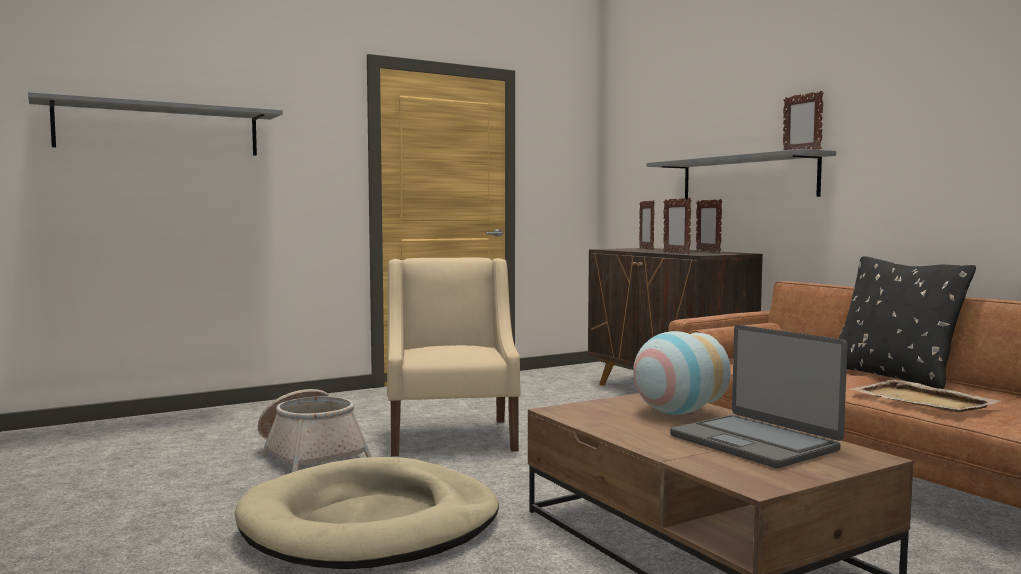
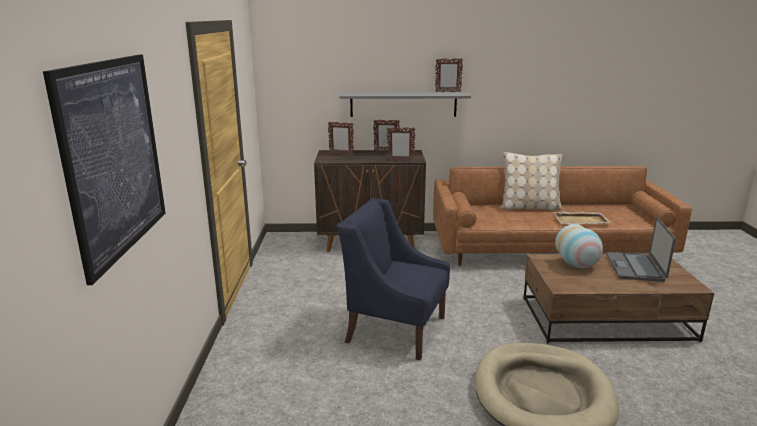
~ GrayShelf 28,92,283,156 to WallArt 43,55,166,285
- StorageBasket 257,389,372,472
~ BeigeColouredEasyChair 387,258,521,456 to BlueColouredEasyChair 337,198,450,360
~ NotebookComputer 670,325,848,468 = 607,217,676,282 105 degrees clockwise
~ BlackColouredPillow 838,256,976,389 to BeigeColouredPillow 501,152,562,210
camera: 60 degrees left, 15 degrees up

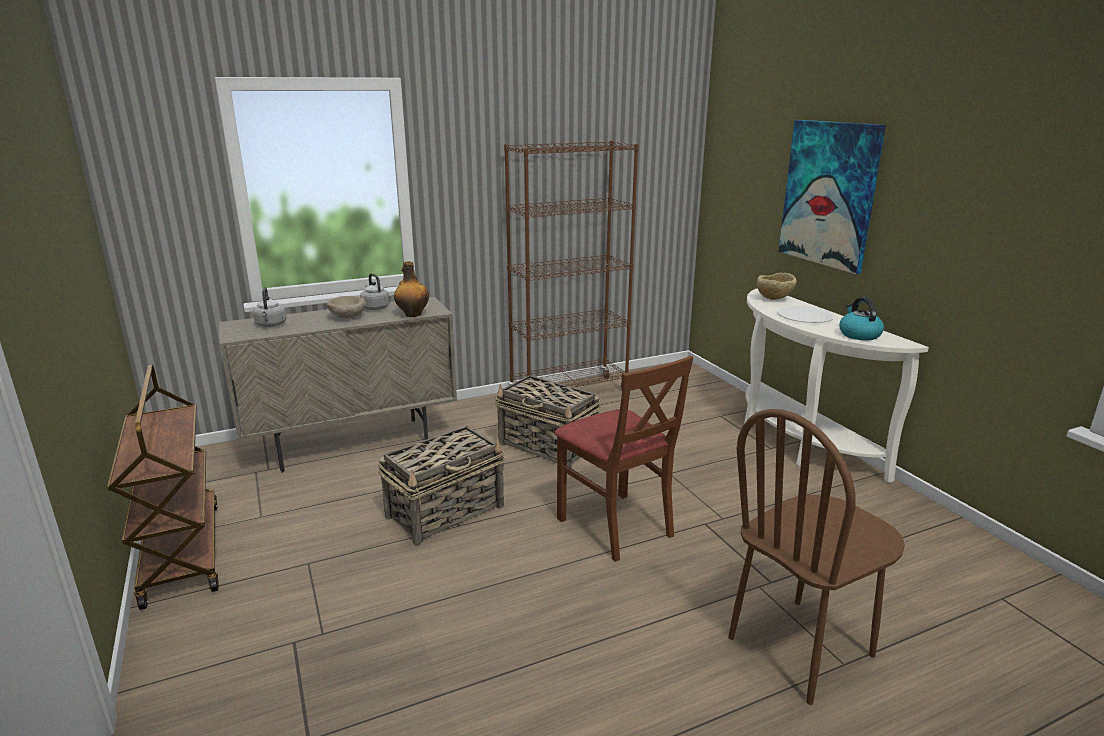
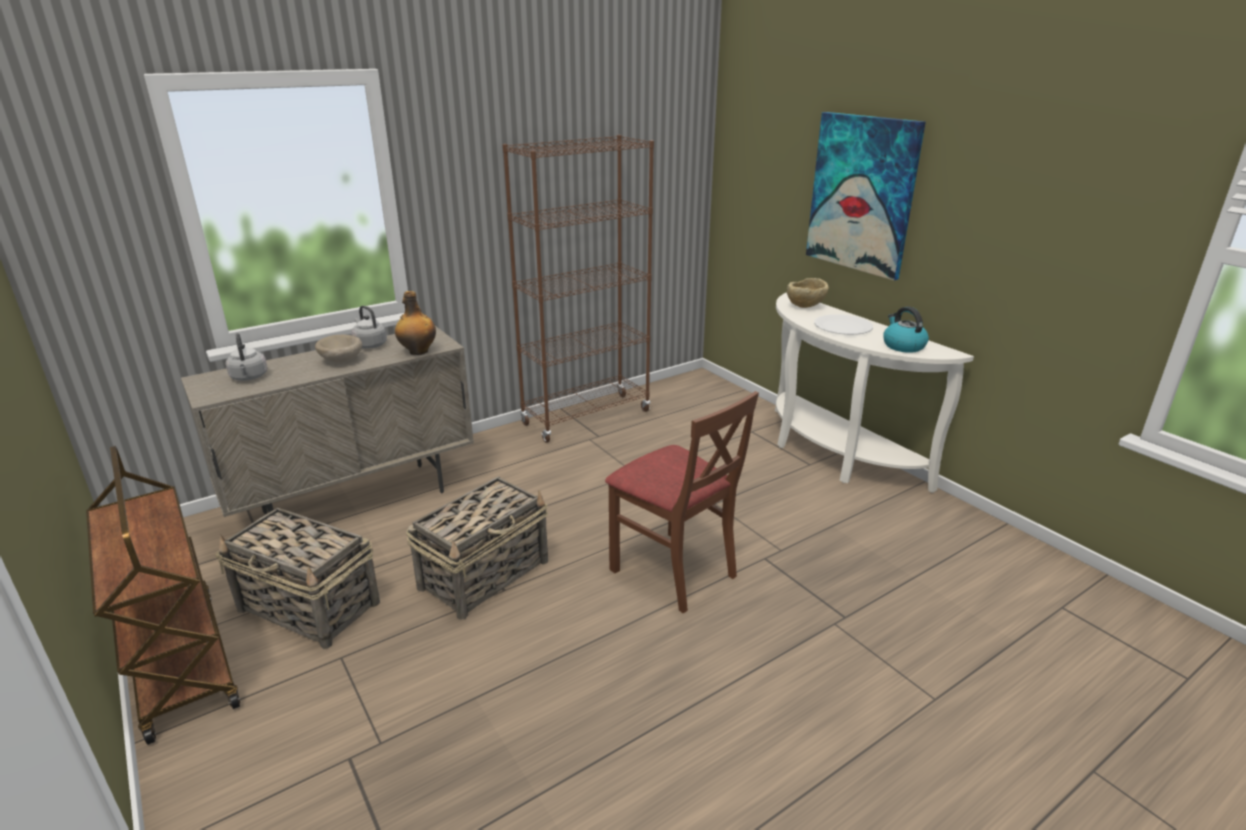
~ StorageBasket 494,375,601,468 to 215,508,380,649
- BrownUprightChair 728,409,905,705
camera: 10 degrees left, 5 degrees up

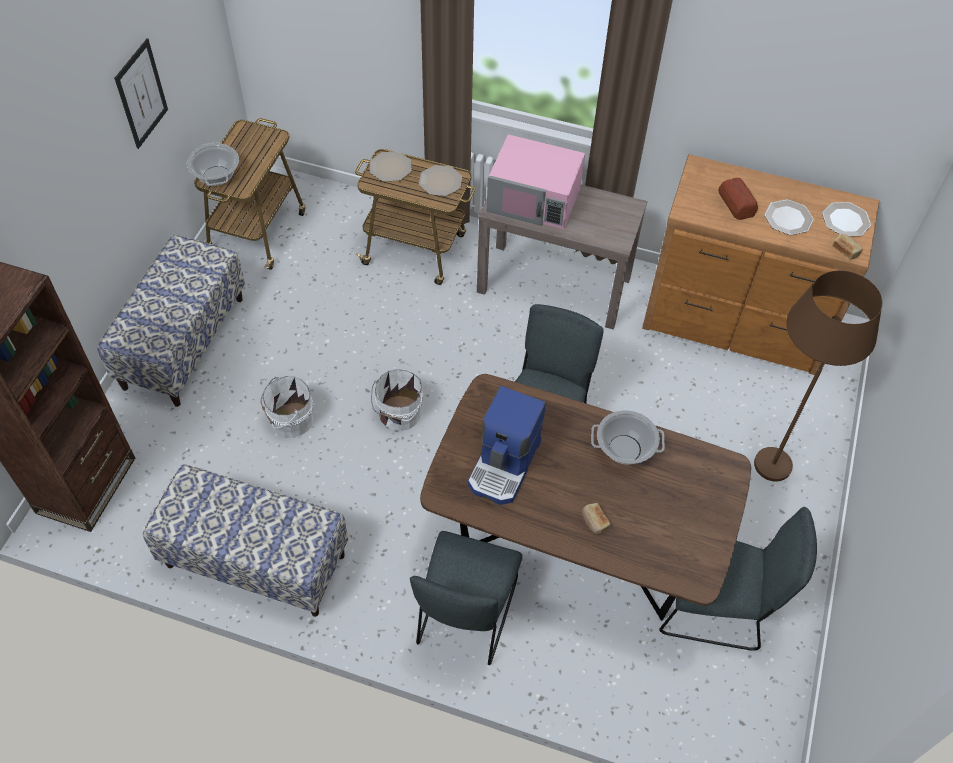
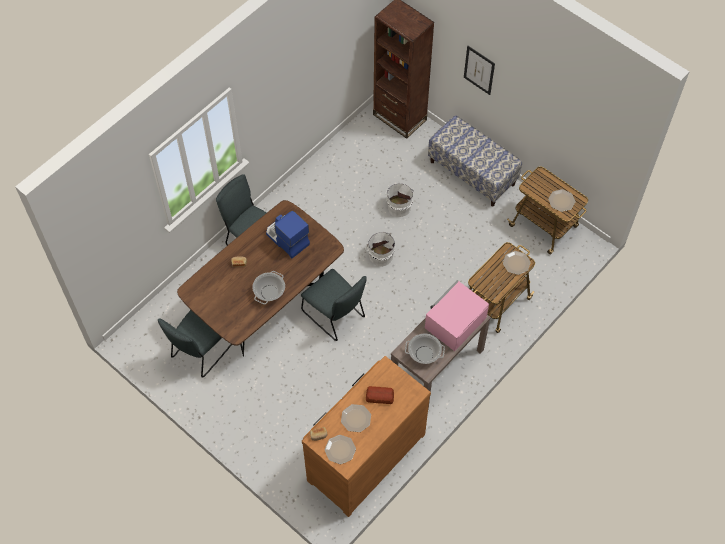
~ WallArt 114,38,168,149 to 464,46,495,95
- Bench 143,464,348,617
~ Stockpot 187,142,239,186 to 405,333,445,364
~ FlatDish 419,165,462,196 to 548,189,575,212
- BrownStandingLamp 754,270,883,482
camera: 115 degrees right, 5 degrees up

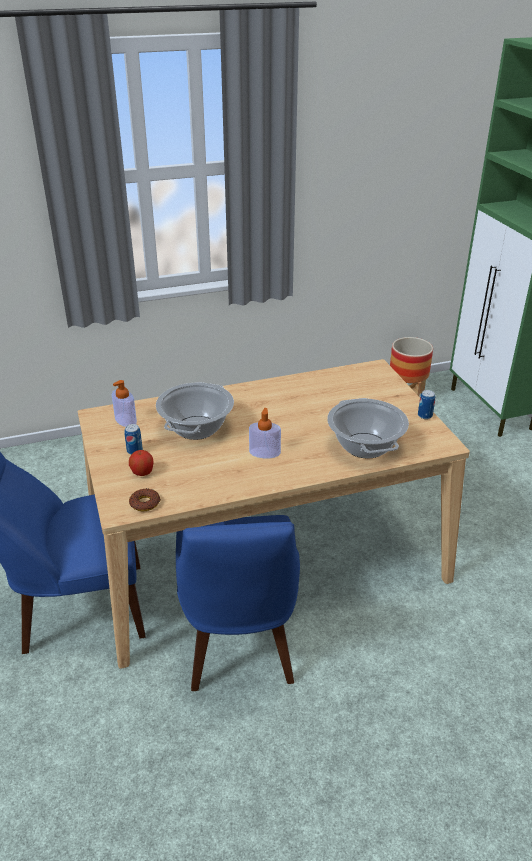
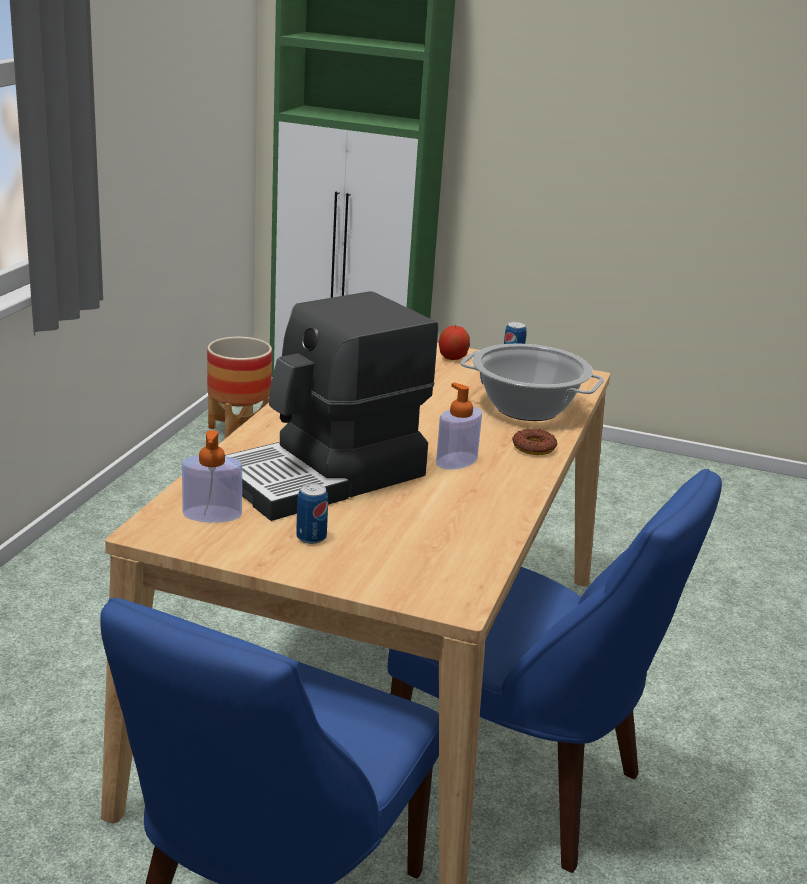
~ WholeApple 129,450,154,476 to 439,325,470,360
~ Donut 129,489,161,511 to 512,429,557,455
~ Stockpot 156,382,234,440 to CoffeeMachine 225,291,438,521
camera: 55 degrees left, 10 degrees down

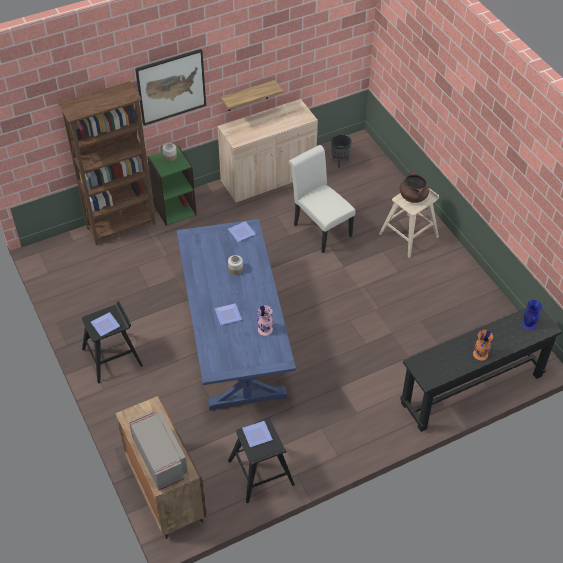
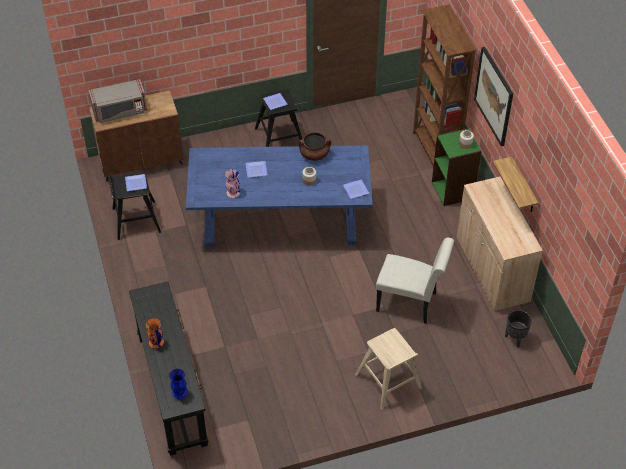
~ WhitishUprightChair 289,145,356,253 = 376,238,454,324 45 degrees clockwise
~ BrownStockpot 400,171,429,203 to 299,132,331,161
camera: 100 degrees right, 0 degrees up

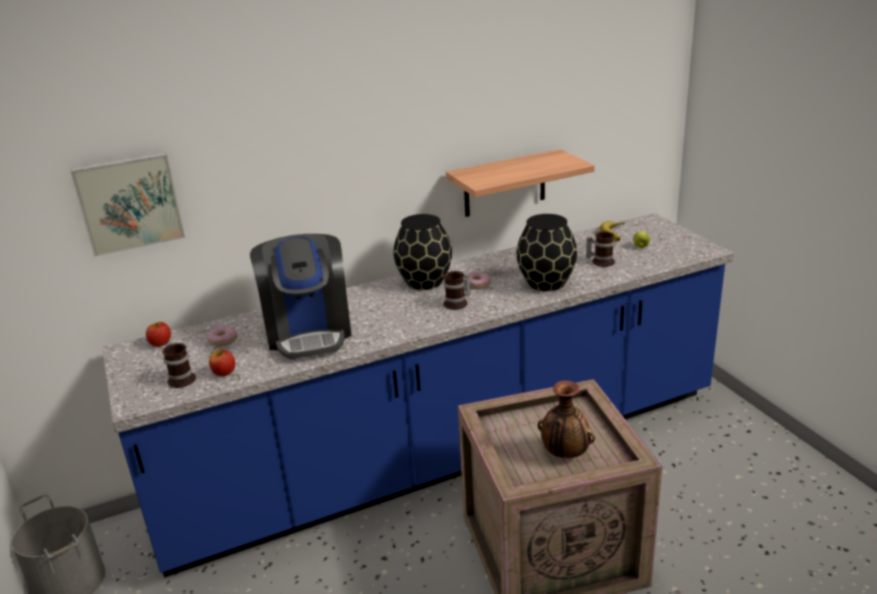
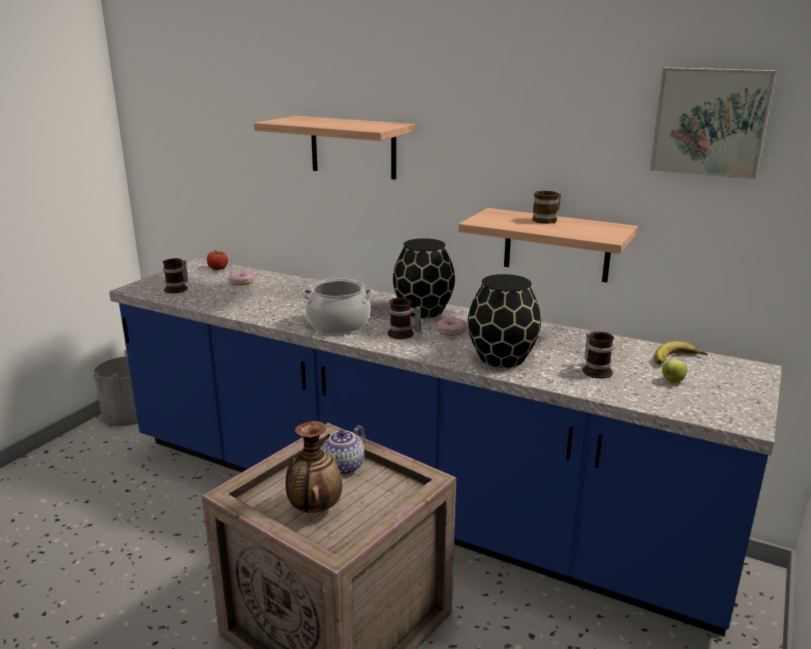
~ WallArt 70,152,185,256 to 650,67,777,179
- WholeApple 209,350,235,376
- CoffeeMachine 250,234,352,359
+ Shelf 254,116,415,180
+ Stockpot 301,278,374,334
+ TeaPot 322,425,365,475
+ CoffeeMug 532,191,561,224
camera: 50 degrees right, 5 degrees down

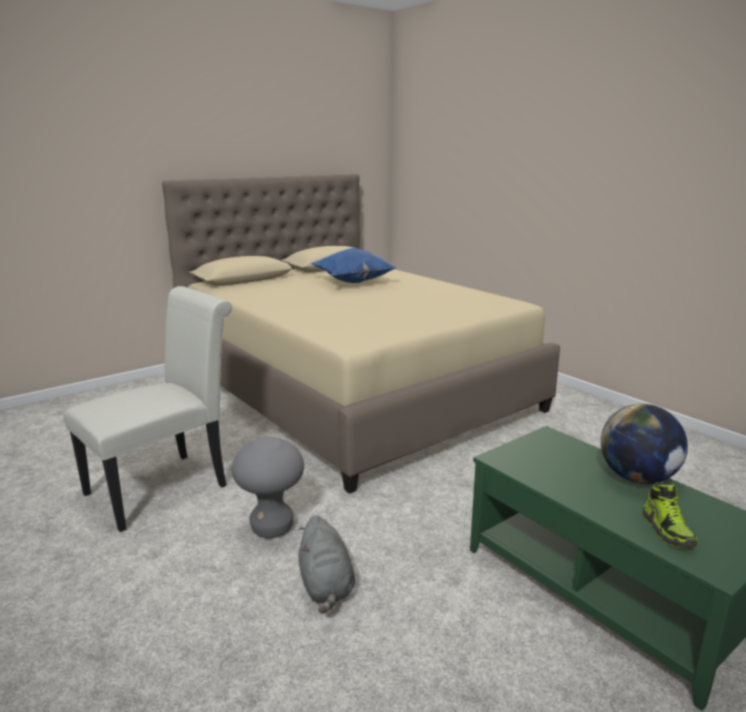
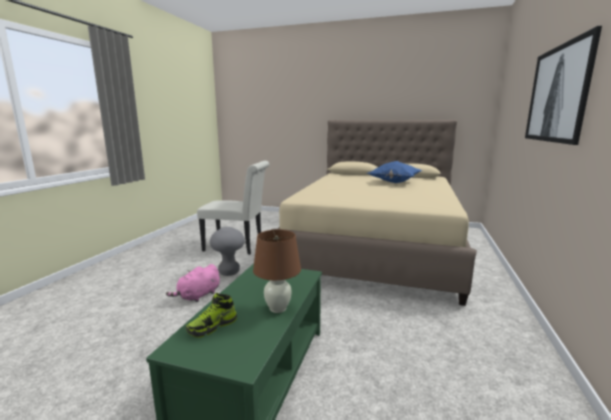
~ GraySoftToy 298,515,355,614 to PinkColouredSoftToy 166,264,220,302
~ DeskGlobe 601,404,688,484 to BrownTableLamp 253,230,301,313
+ WallArt 525,26,602,145
camera: 55 degrees right, 5 degrees down

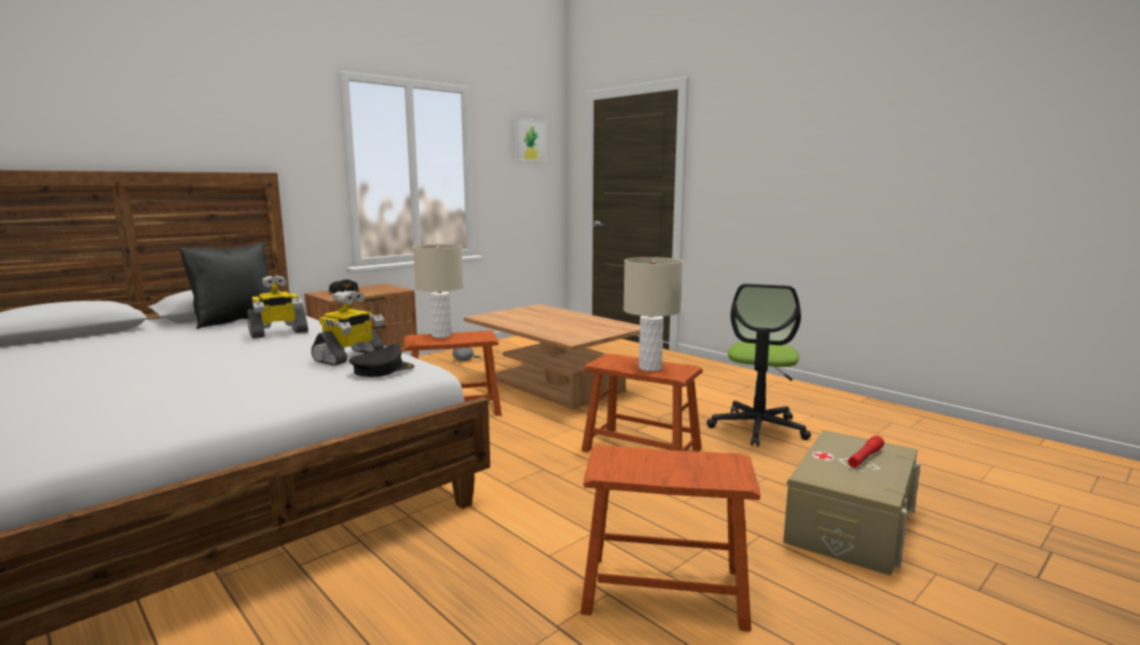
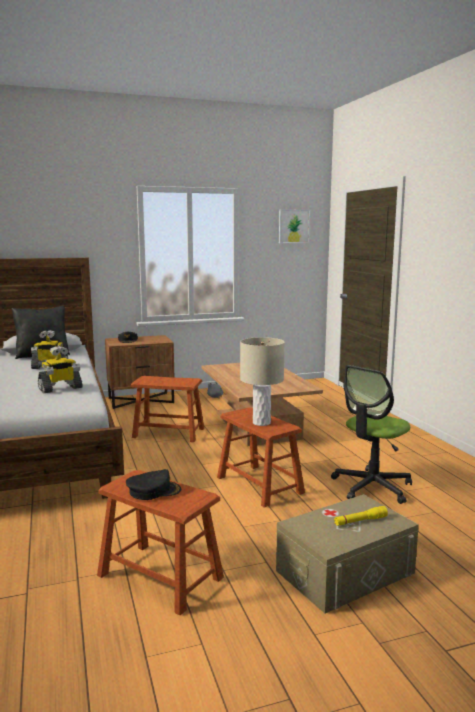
~ BlackColouredBaseballCap 349,344,415,377 to 126,469,181,500
- BeigeColouredTableLamp 413,244,463,338
~ RedFlashlight 848,436,884,468 to YellowColouredFlashlight 334,506,388,526
camera: 25 degrees right, 0 degrees up

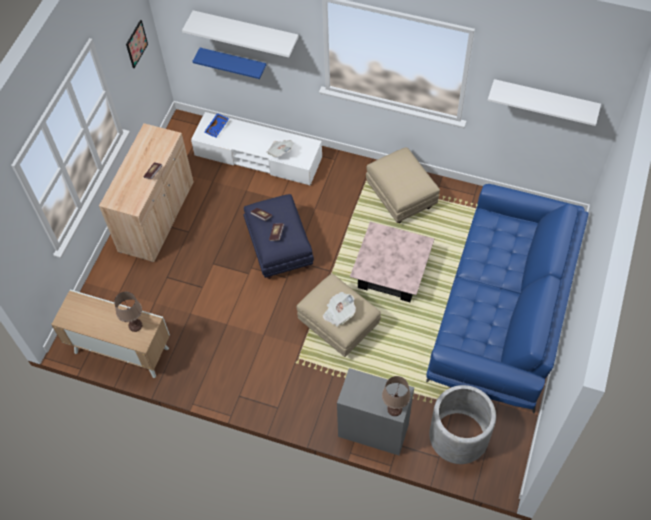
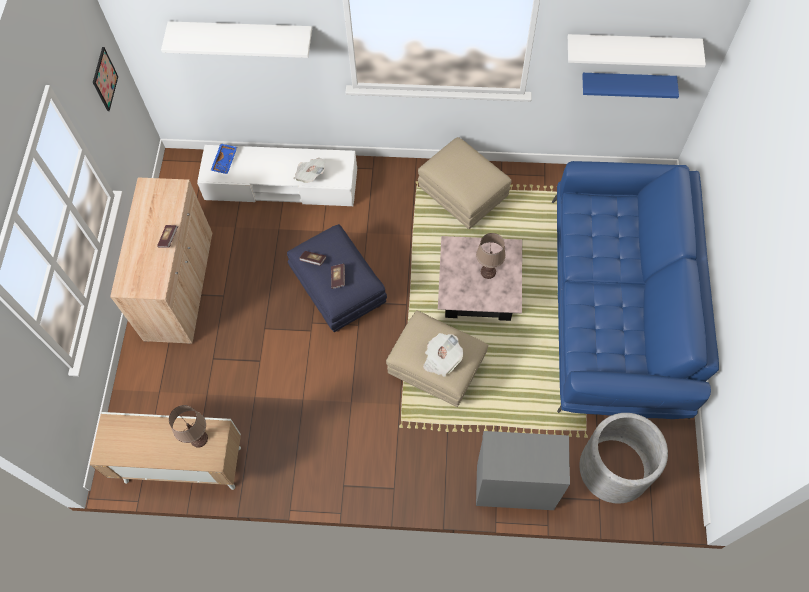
~ BlueColouredShelf 192,48,266,79 to 582,73,679,98
~ BrownTableLamp 382,376,410,416 to 476,233,506,279
camera: 15 degrees left, 5 degrees up

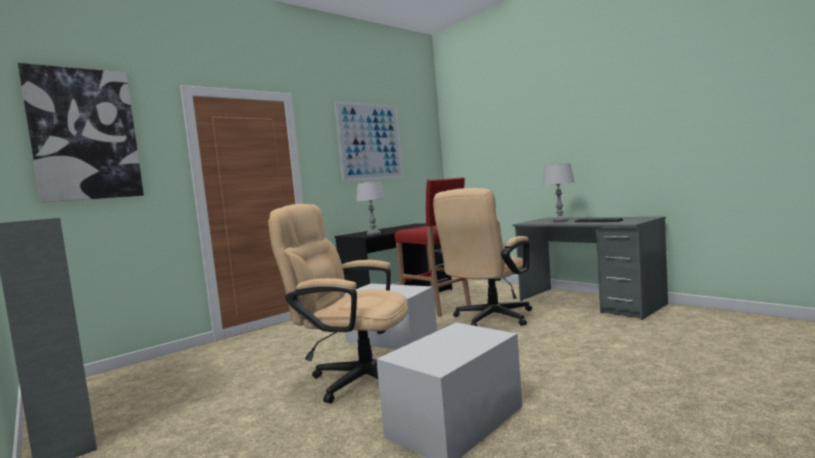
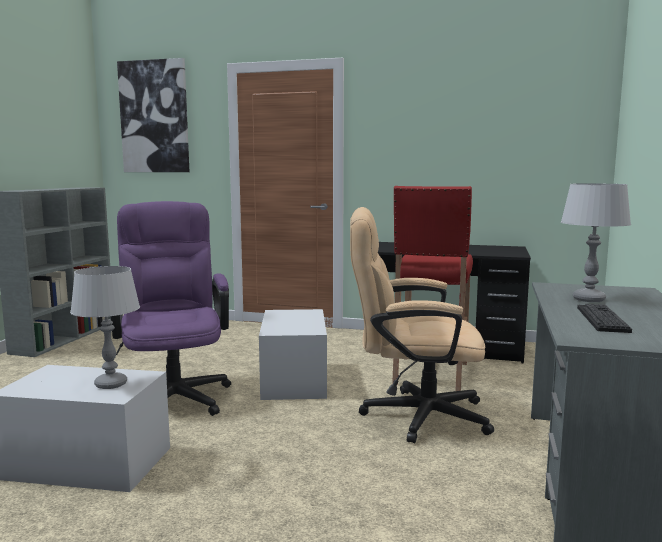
~ BeigeColouredDeskChair 268,204,408,404 to PurplishDeskChair 111,201,231,416
- WallArt 334,101,403,181
~ GrayTableLamp 356,181,385,235 to 70,266,140,389
camera: 55 degrees right, 5 degrees up

